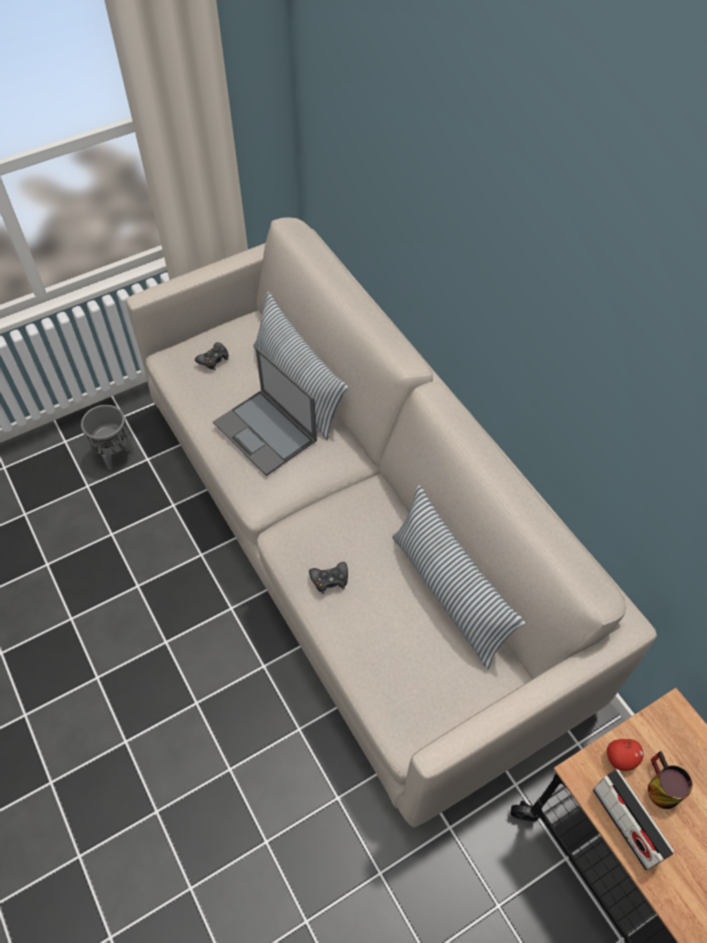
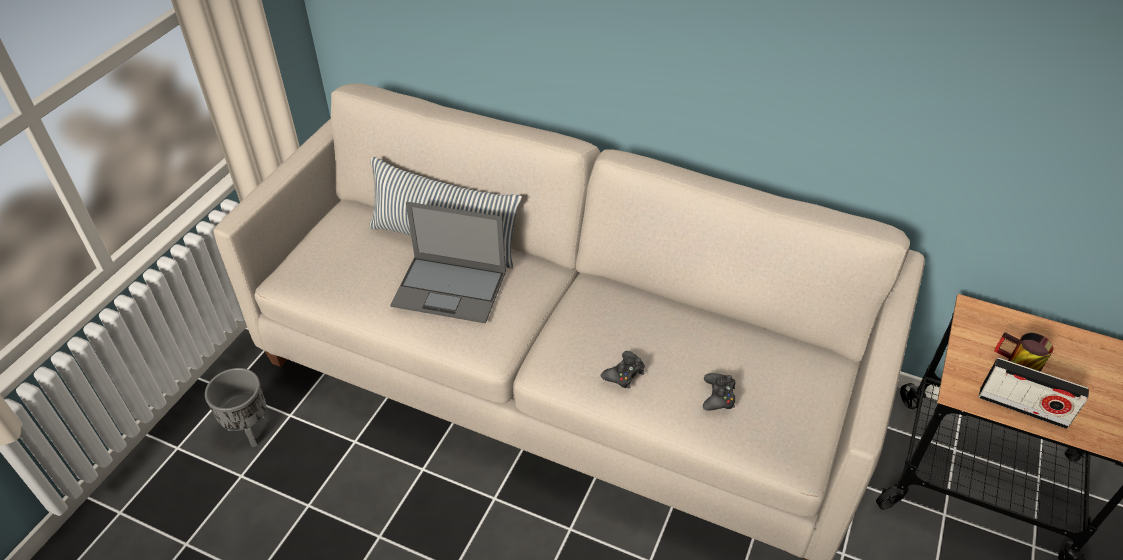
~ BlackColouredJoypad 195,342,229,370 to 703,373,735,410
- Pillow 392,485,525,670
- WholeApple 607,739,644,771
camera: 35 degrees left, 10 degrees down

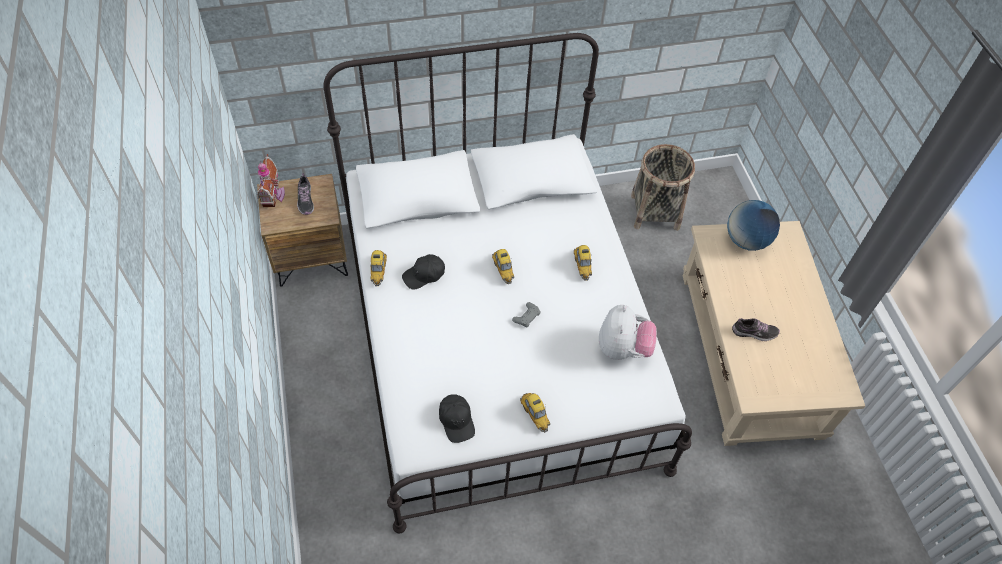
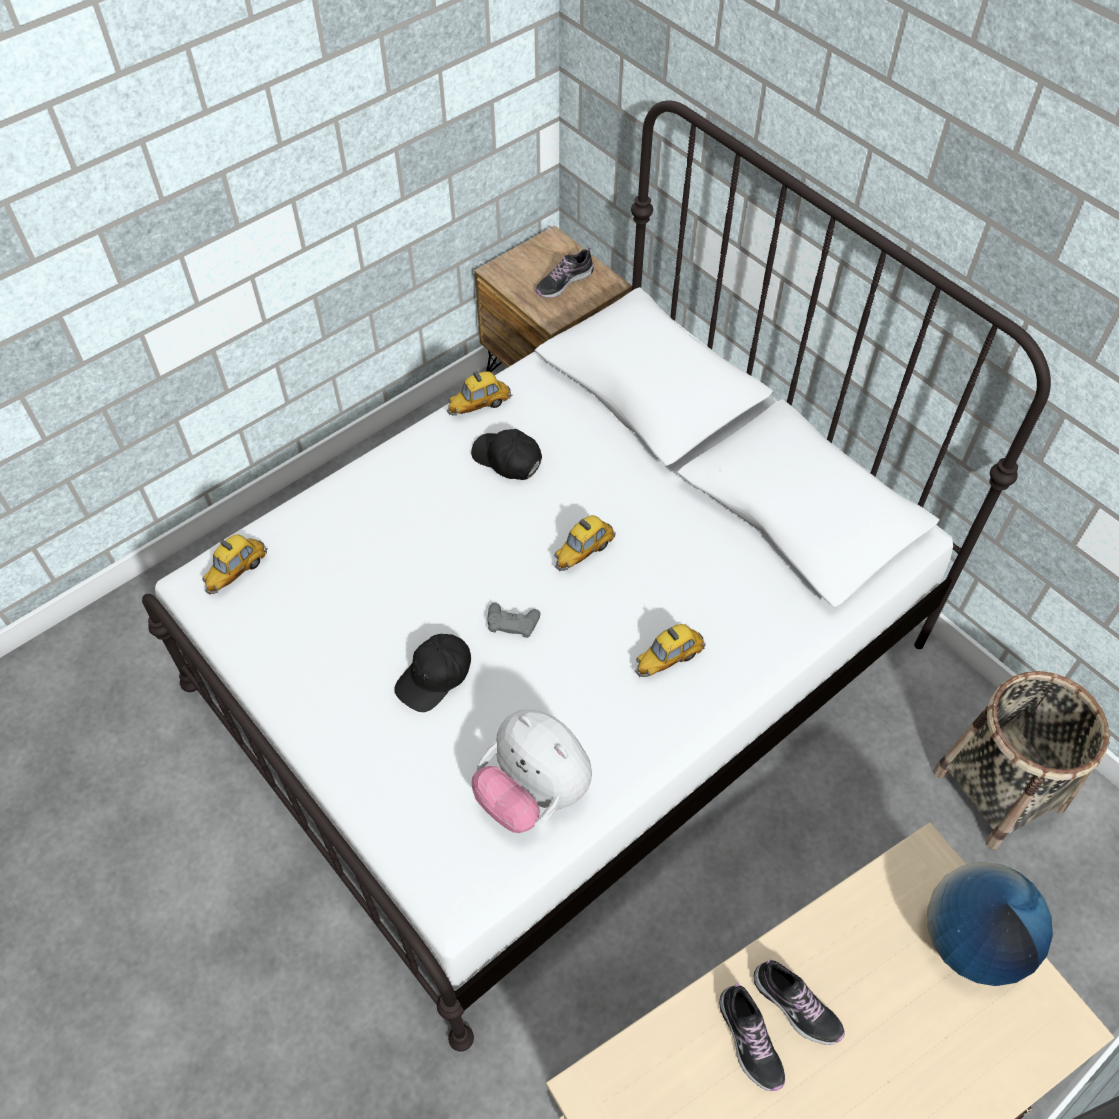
- ToyHouse 257,154,285,207
~ BlackColouredBaseballCap 439,394,475,443 to 394,634,471,712
~ ToyCar 520,393,550,433 to 202,535,268,595
~ SoftToy 599,305,657,360 = 472,709,592,833 60 degrees clockwise
+ LowShoe 753,959,845,1045
camera: 65 degrees right, 0 degrees up

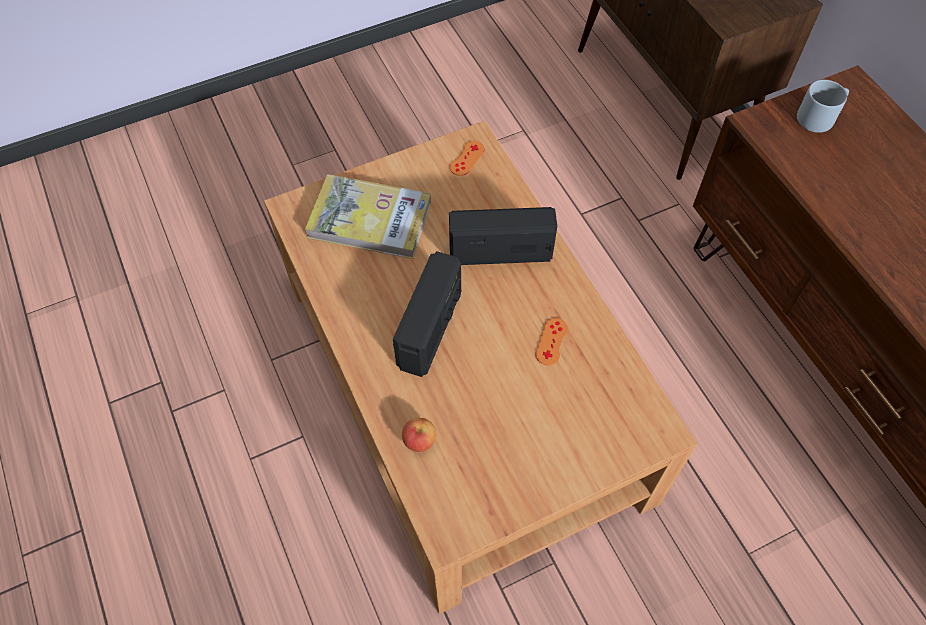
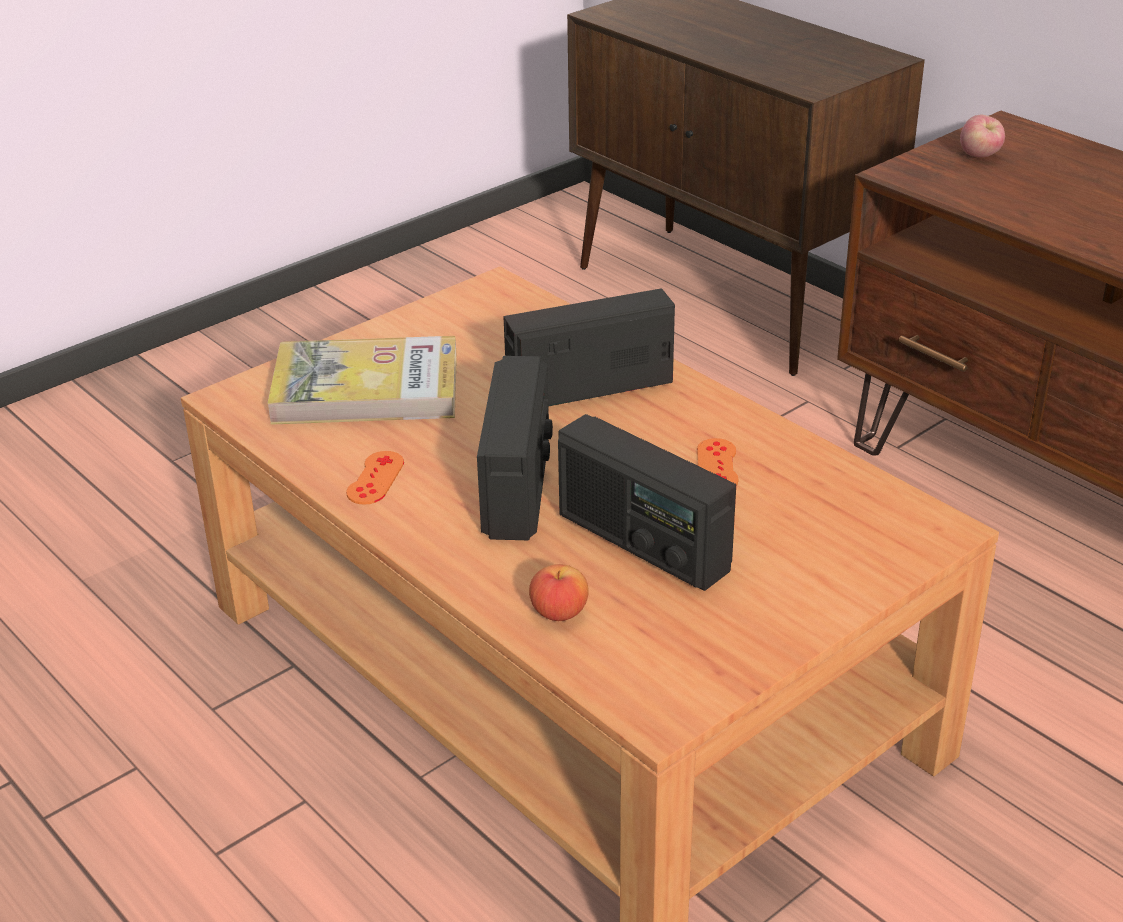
~ OrangeColouredJoypad 450,141,485,176 to 346,451,404,505
~ GrayCoffeeMug 797,80,849,133 to WholeApple 960,115,1005,157
+ RadioReceiver 558,414,736,591
camera: 15 degrees left, 25 degrees down

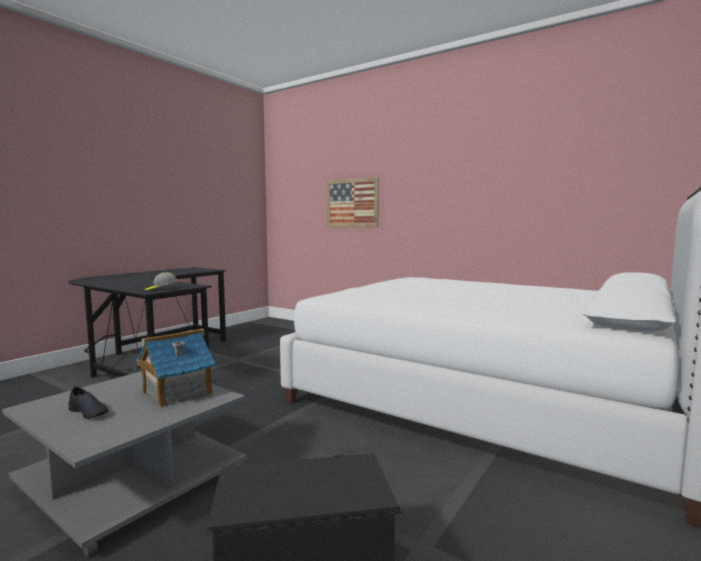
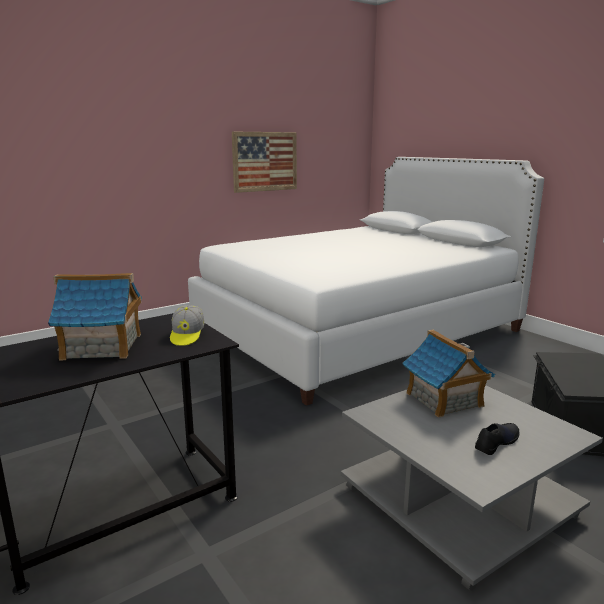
~ WallArt 327,177,379,227 to 232,132,297,193
+ ToyHouse 48,273,142,360
camera: 70 degrees left, 10 degrees up

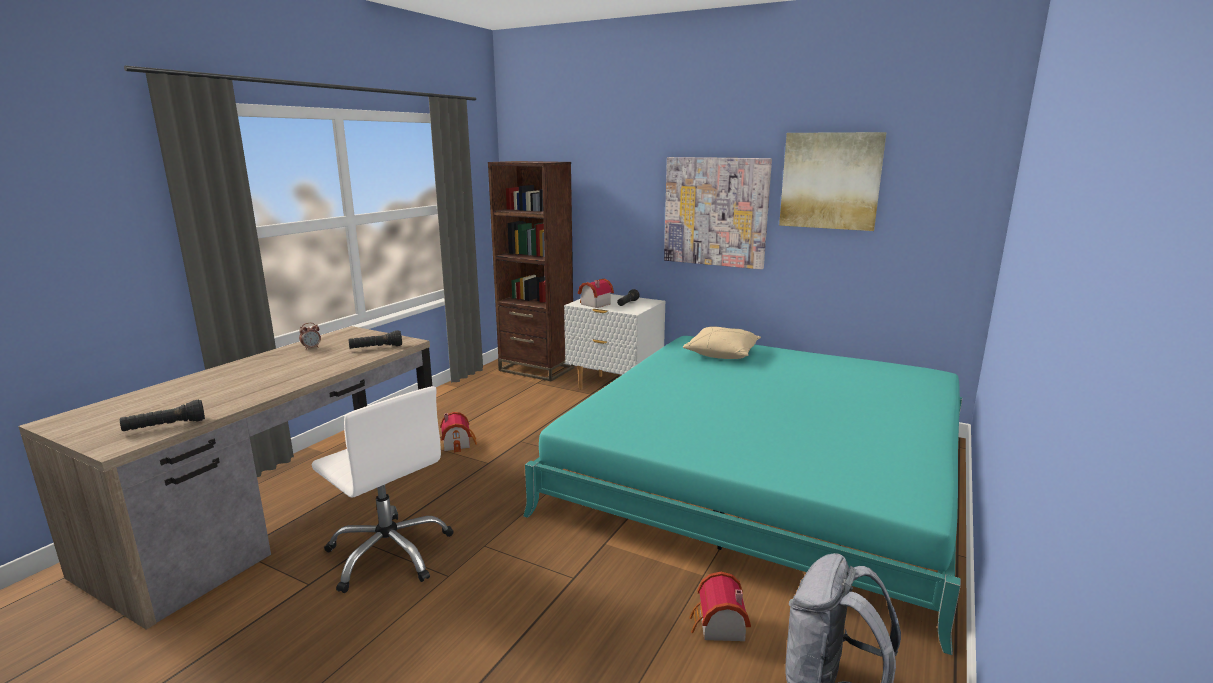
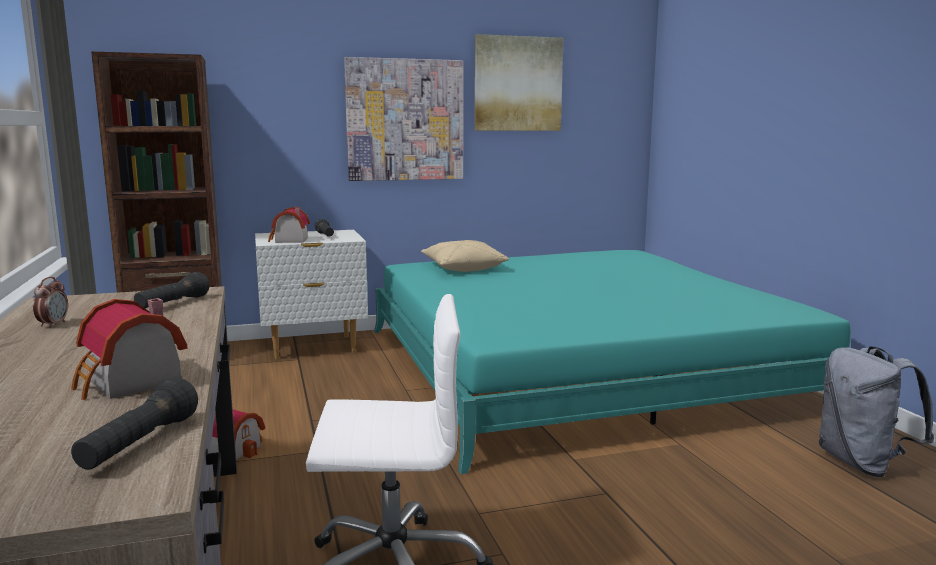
~ ToyHouse 689,572,751,641 to 71,298,188,400
camera: 45 degrees left, 5 degrees down

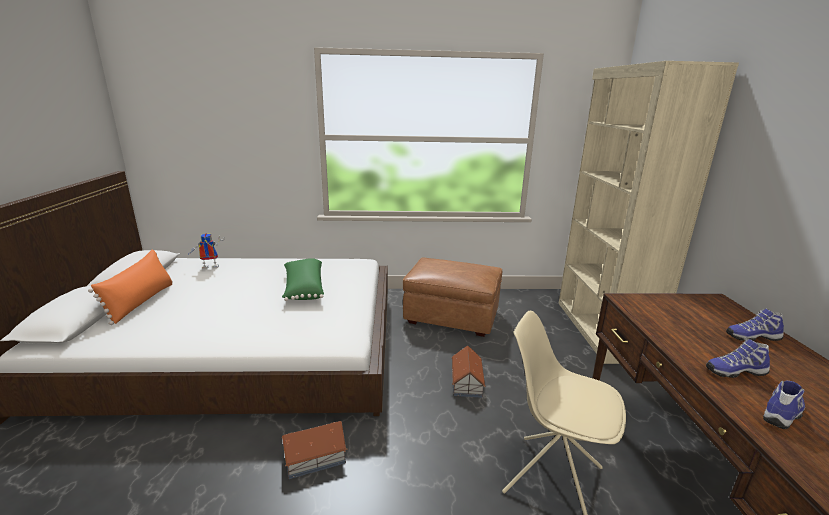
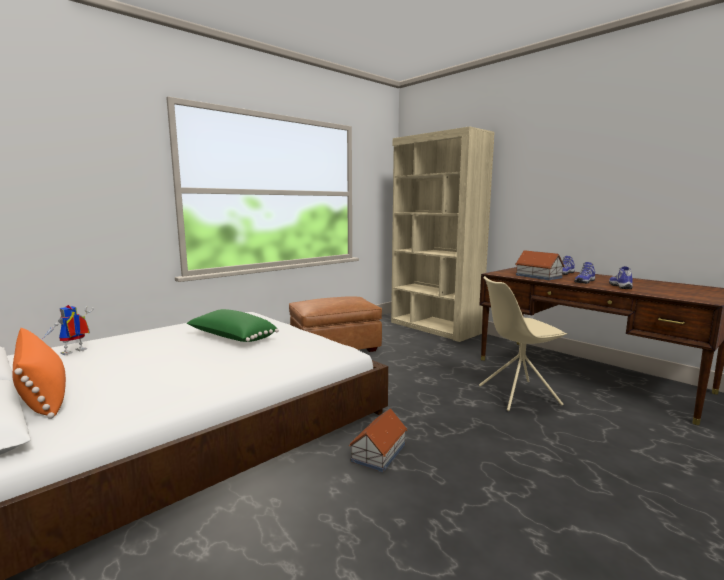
~ ToyHouse 451,345,486,398 to 515,250,565,280
camera: 40 degrees left, 10 degrees down

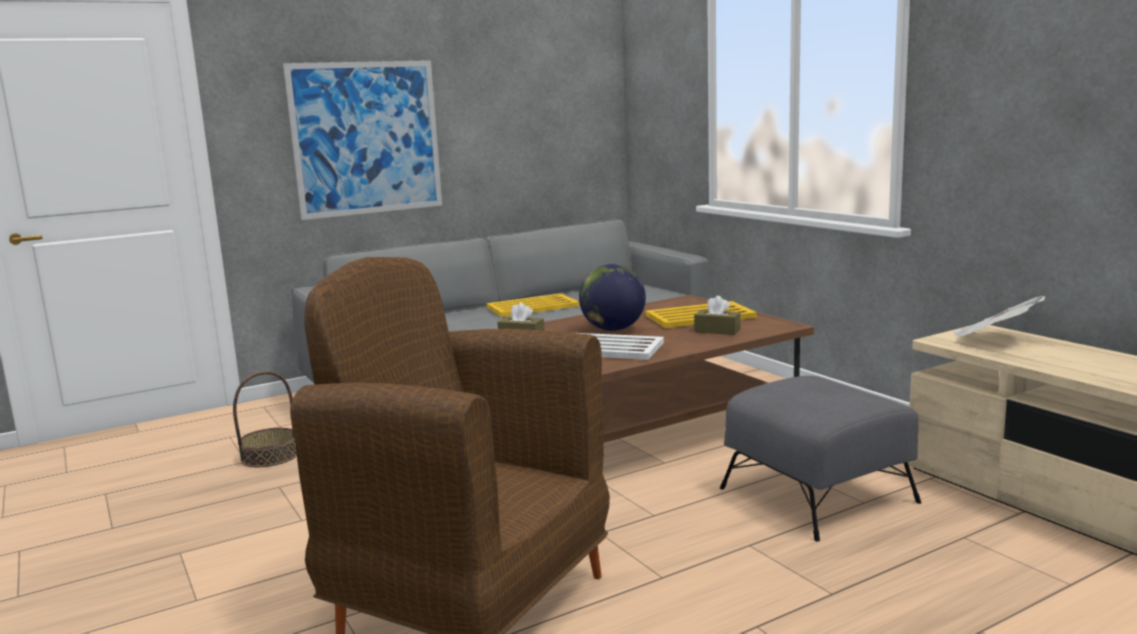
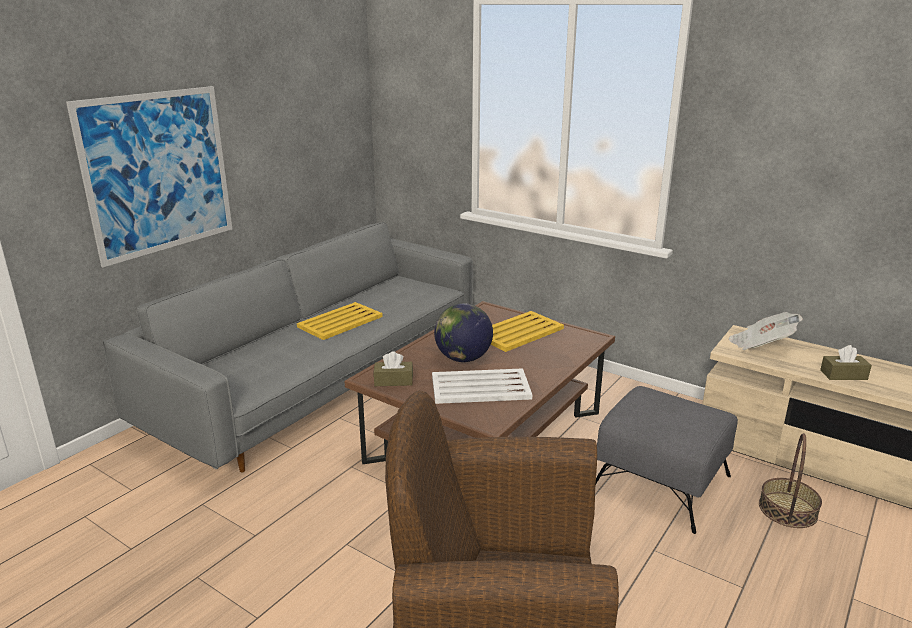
~ StorageBasket 233,371,297,467 to 759,433,822,528
~ BrownBoxOfTissues 694,296,741,335 to 820,345,872,380
camera: 25 degrees left, 10 degrees up

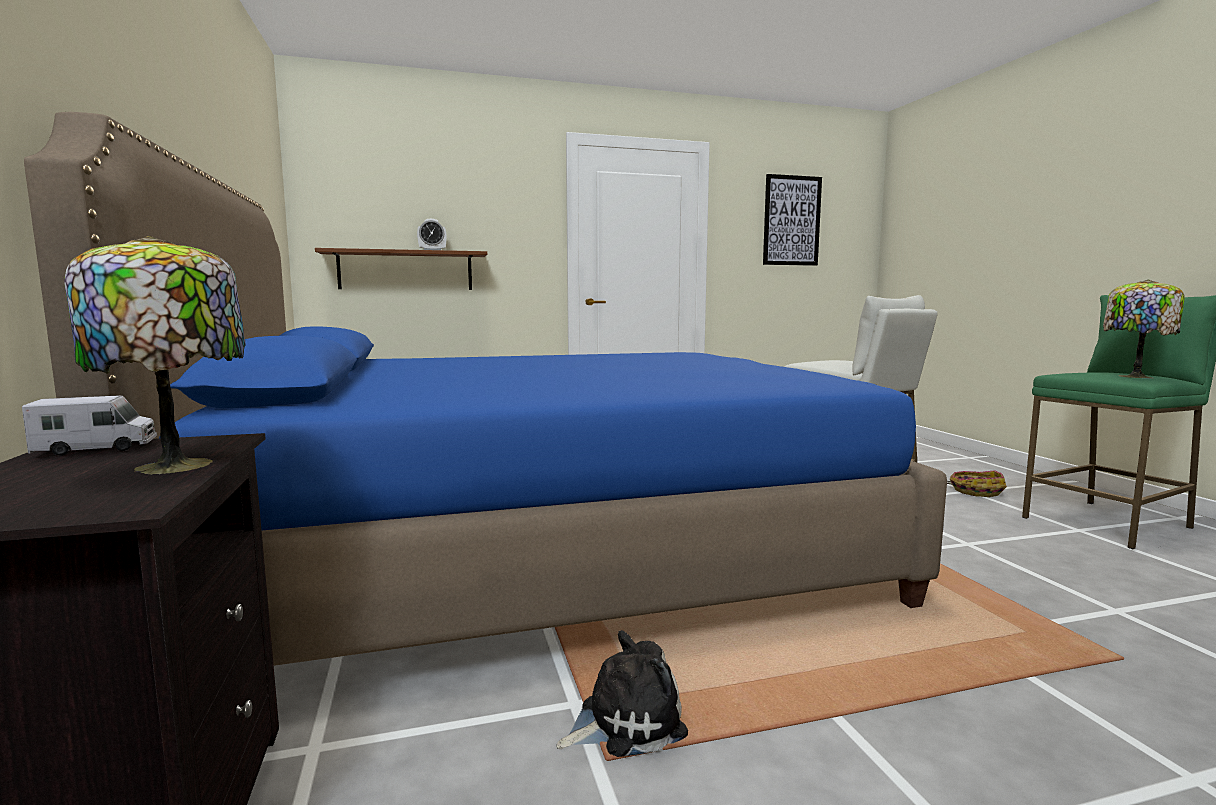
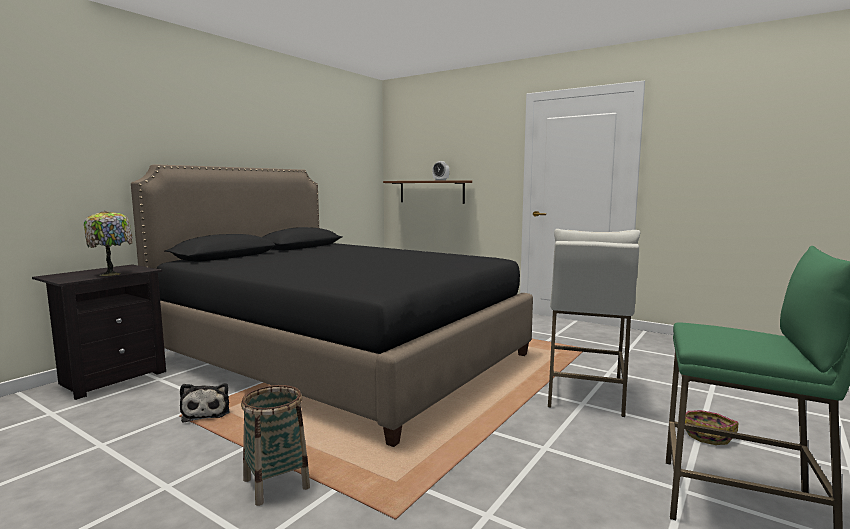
- ToyLorry 22,395,157,456
~ BlueColouredBed 24,112,947,666 to BlackColouredBed 131,164,533,447
~ SoftToy 556,630,688,757 = 180,383,230,422 45 degrees clockwise
- WallArt 763,174,822,266
- TableLamp 1103,279,1185,378
+ StorageBasket 241,385,310,506
camera: 50 degrees right, 0 degrees up

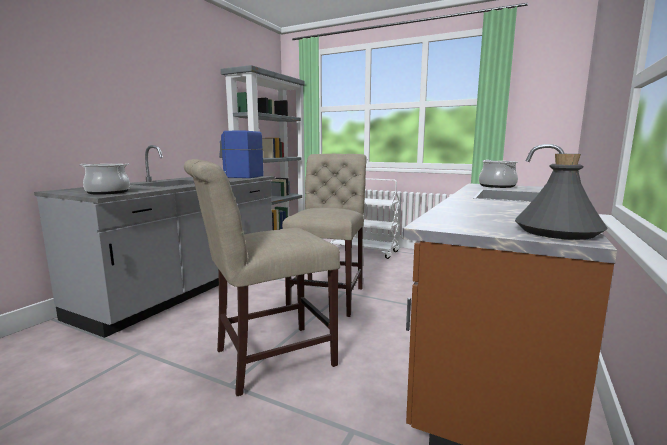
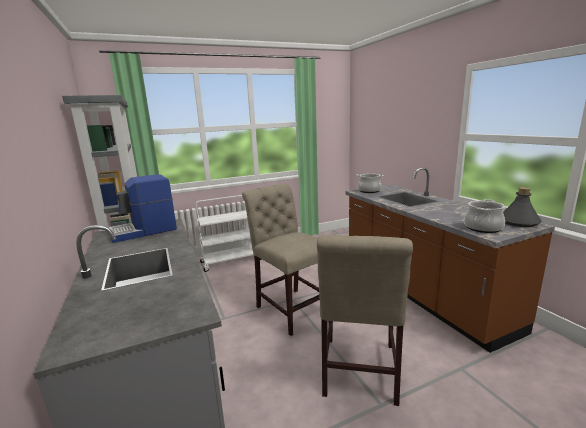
~ Stockpot 79,164,130,195 to 464,199,505,233
camera: 50 degrees left, 5 degrees up

